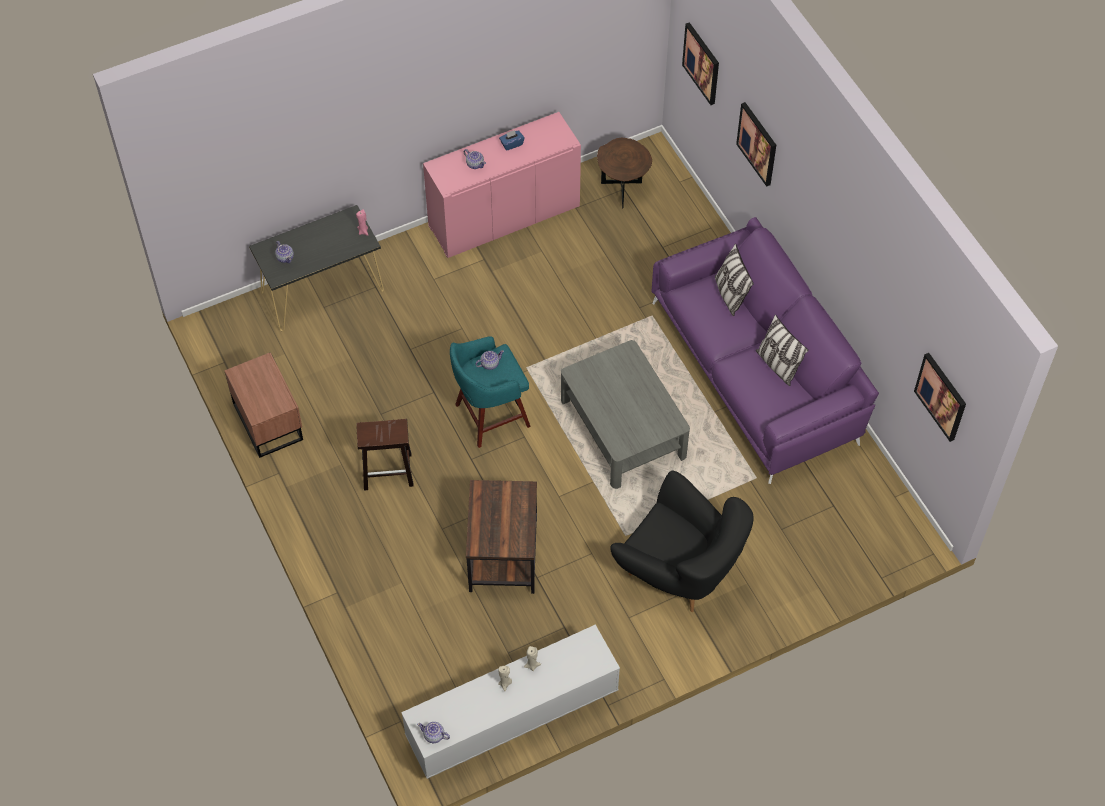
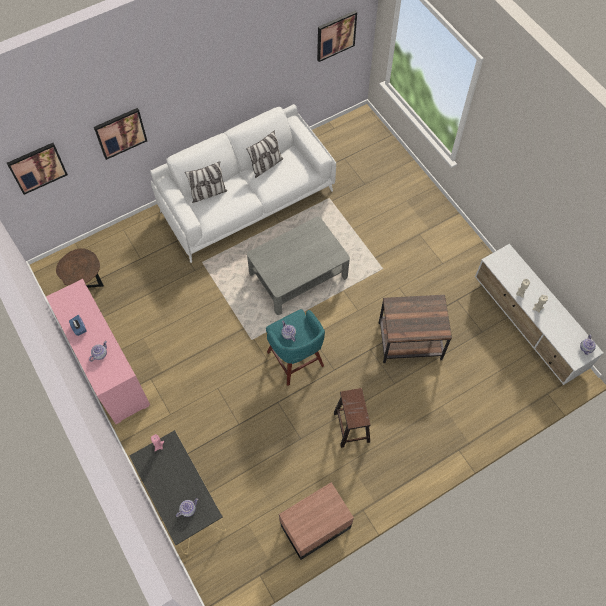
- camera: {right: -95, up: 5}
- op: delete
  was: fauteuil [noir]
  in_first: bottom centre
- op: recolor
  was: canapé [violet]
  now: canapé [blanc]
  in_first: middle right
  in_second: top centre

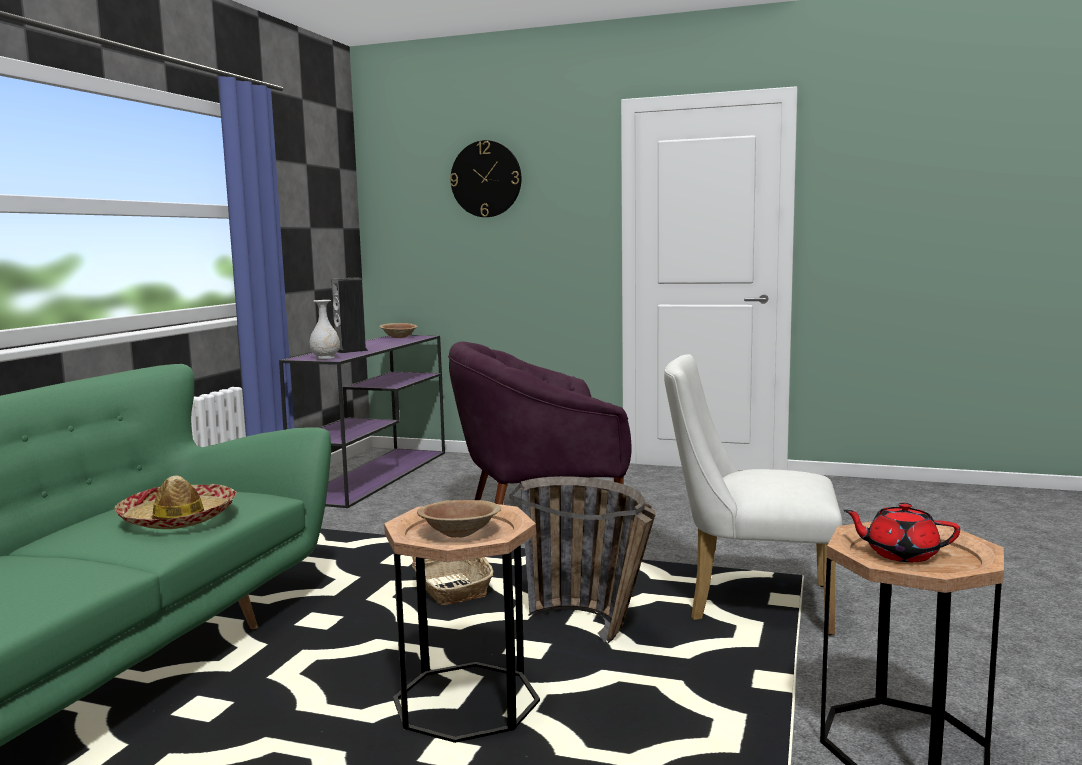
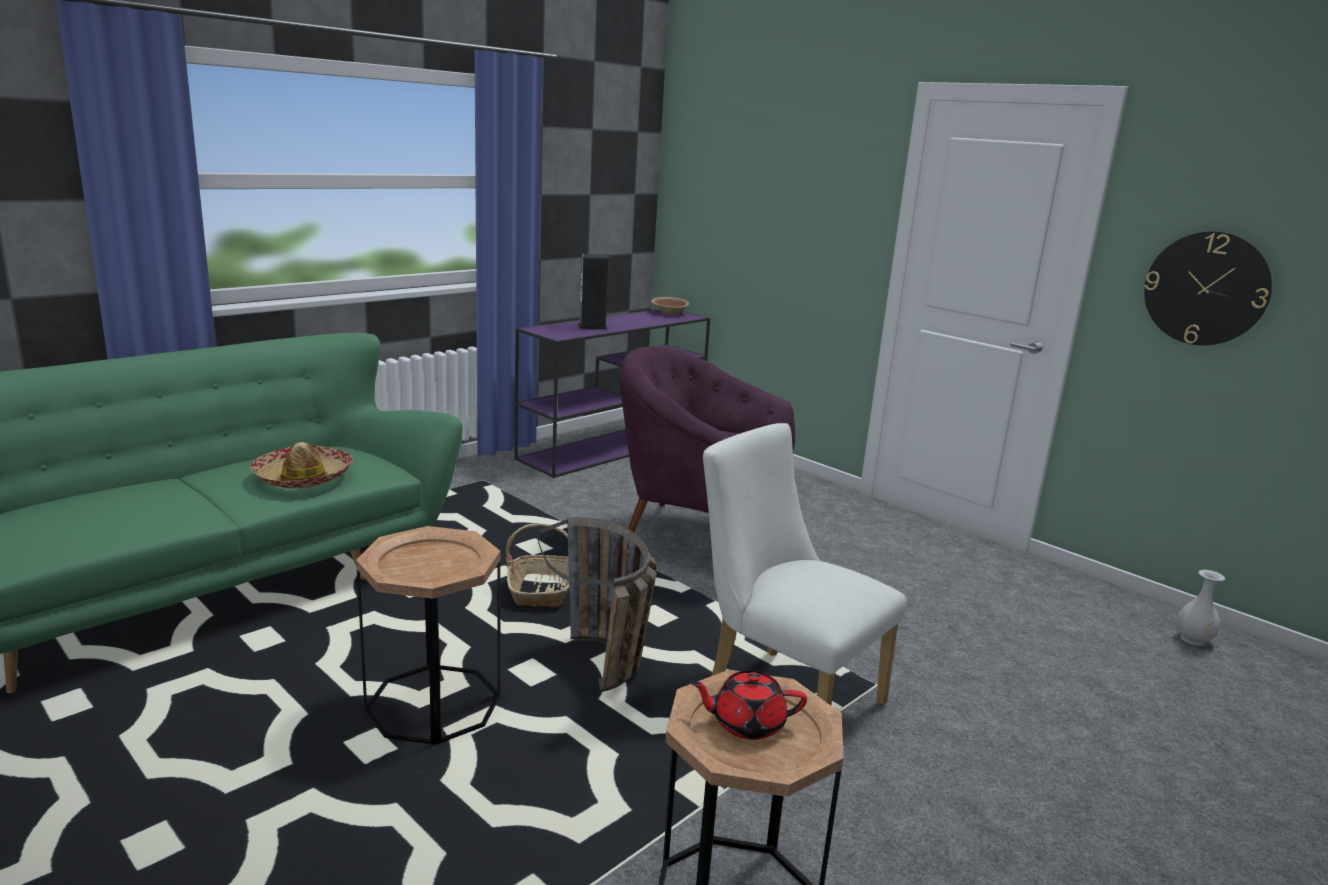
- camera: {right: 25, up: 10}
- op: move
  was: vase [blanc]
  in_first: middle left
  in_second: bottom right
- op: delete
  was: bol [marron] (2nd from left)
  in_first: bottom centre
- op: move
  was: horloge murale
  in_first: top centre
  in_second: top right
- op: rotate
  was: théière [rouge]
  in_first: bottom right
  in_second: bottom centre
  clockwise: -45

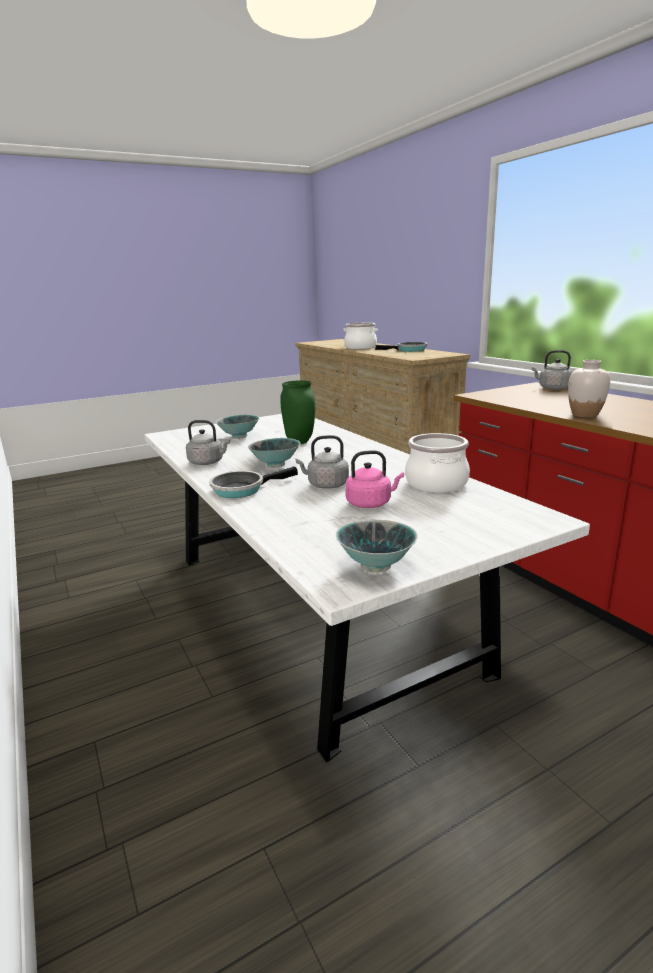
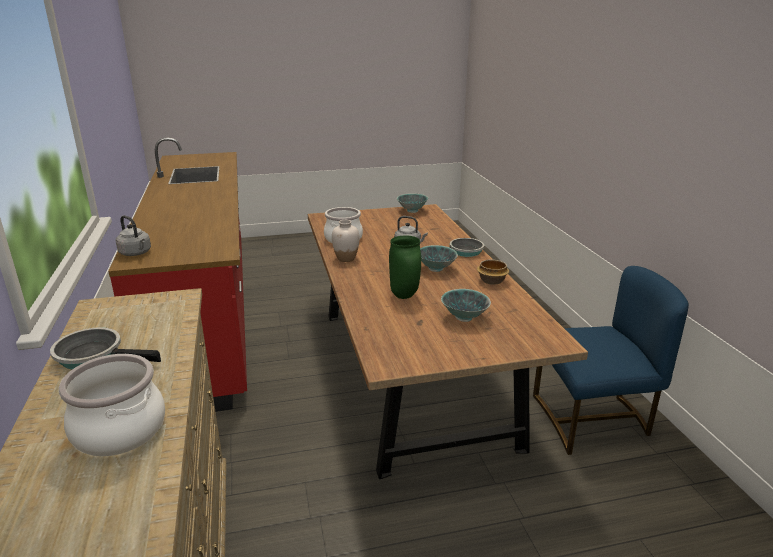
- camera: {right: -165, up: 5}
- op: recolor
  was: table à manger [blanc]
  now: table à manger [marron]
  in_first: centre
  in_second: centre
- op: replace
  was: bouilloire [gris] (1st from left)
  now: bol (4th from left)
  in_first: middle left
  in_second: centre
- op: delete
  was: bouilloire [rose]
  in_first: centre
- op: move
  was: vase [blanc]
  in_first: middle right
  in_second: centre
- op: insert
  now: chaise [bleu]
  in_second: middle right

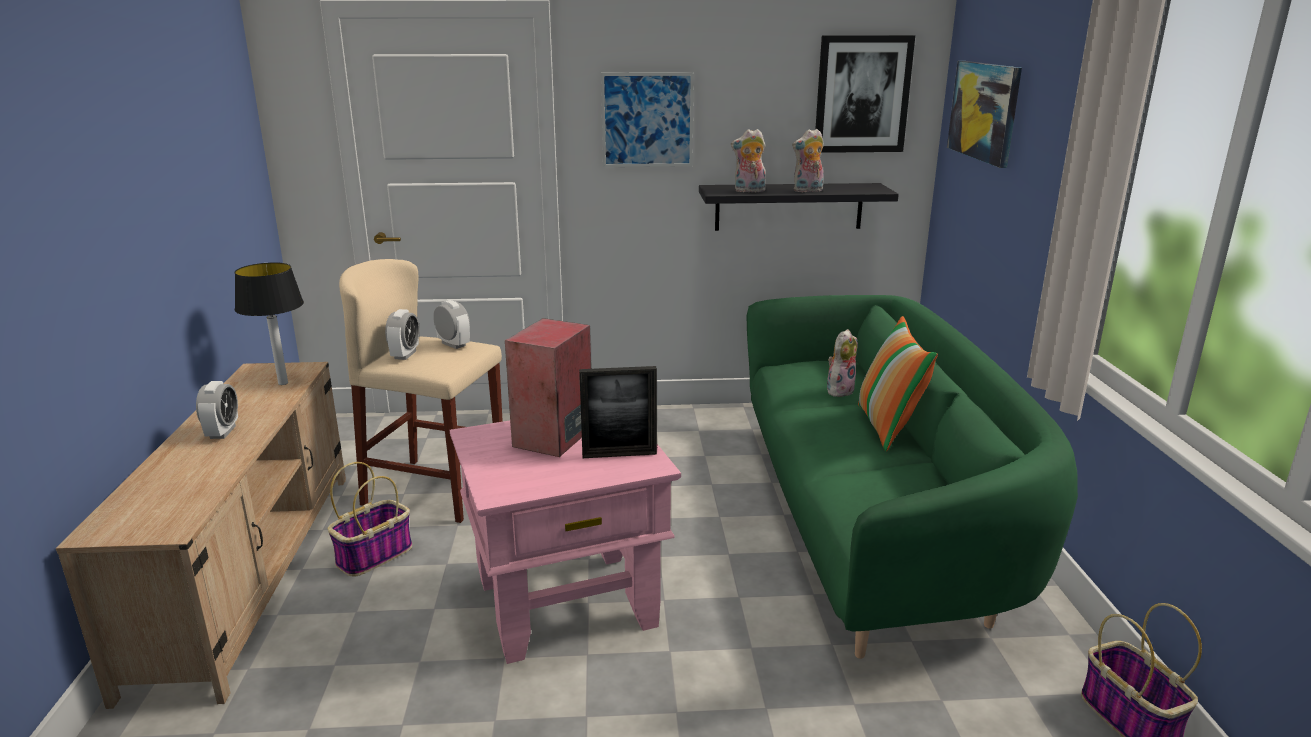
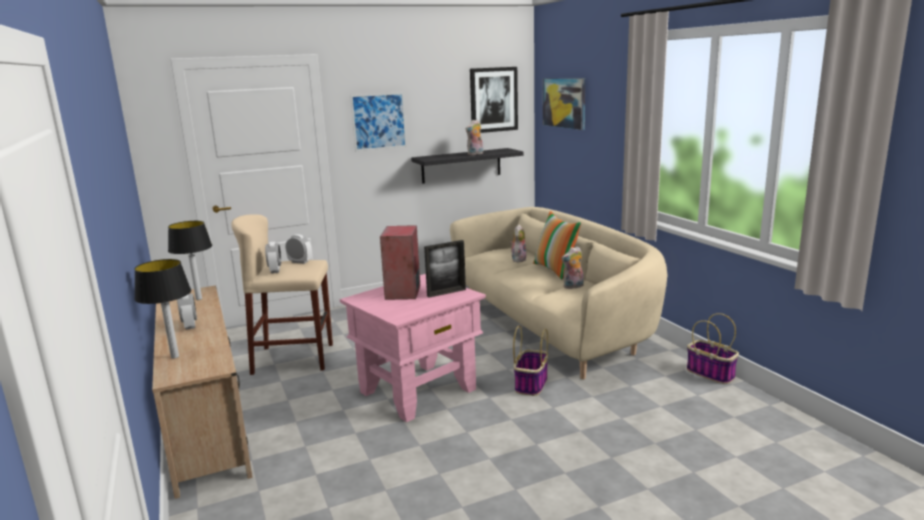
- camera: {right: -20, up: -5}
- op: move
  was: panier (1st from left)
  in_first: bottom left
  in_second: bottom centre
- op: move
  was: peluche (1st from left in the first image)
  now: peluche (3rd from left)
  in_first: top centre
  in_second: centre
- op: recolor
  was: canapé [vert]
  now: canapé [beige]
  in_first: middle right
  in_second: centre
- op: insert
  now: lampe de table (1st from left)
  in_second: middle left

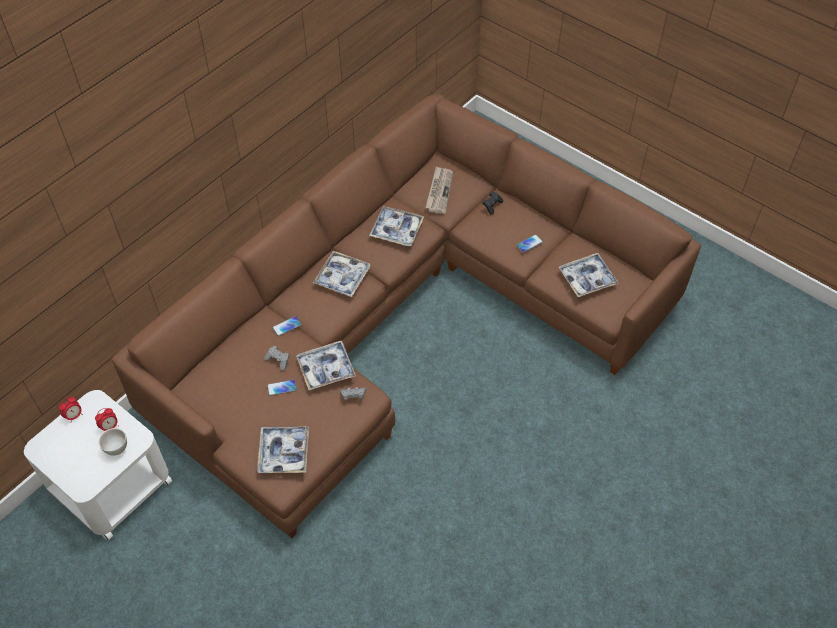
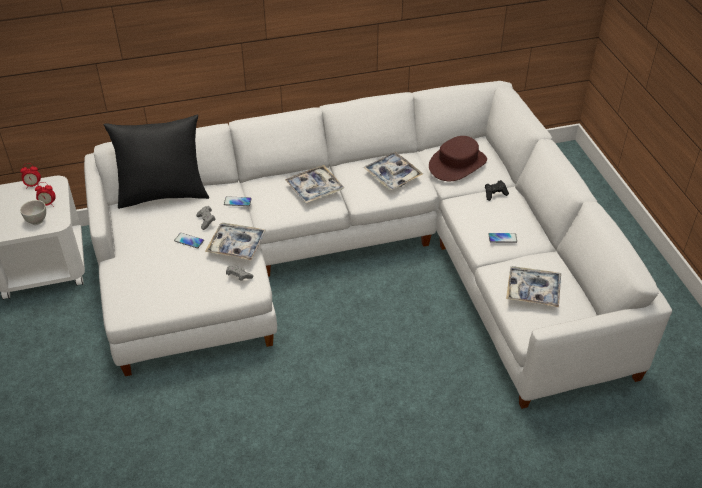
- camera: {right: 35, up: -10}
- op: recolor
  was: canapé [marron]
  now: canapé [blanc]
  in_first: centre
  in_second: centre
- op: delete
  was: plateau (1st from left)
  in_first: bottom centre
- op: replace
  was: journal
  now: chapeau [marron]
  in_first: top centre
  in_second: top centre
- op: insert
  now: coussin [noir]
  in_second: top left

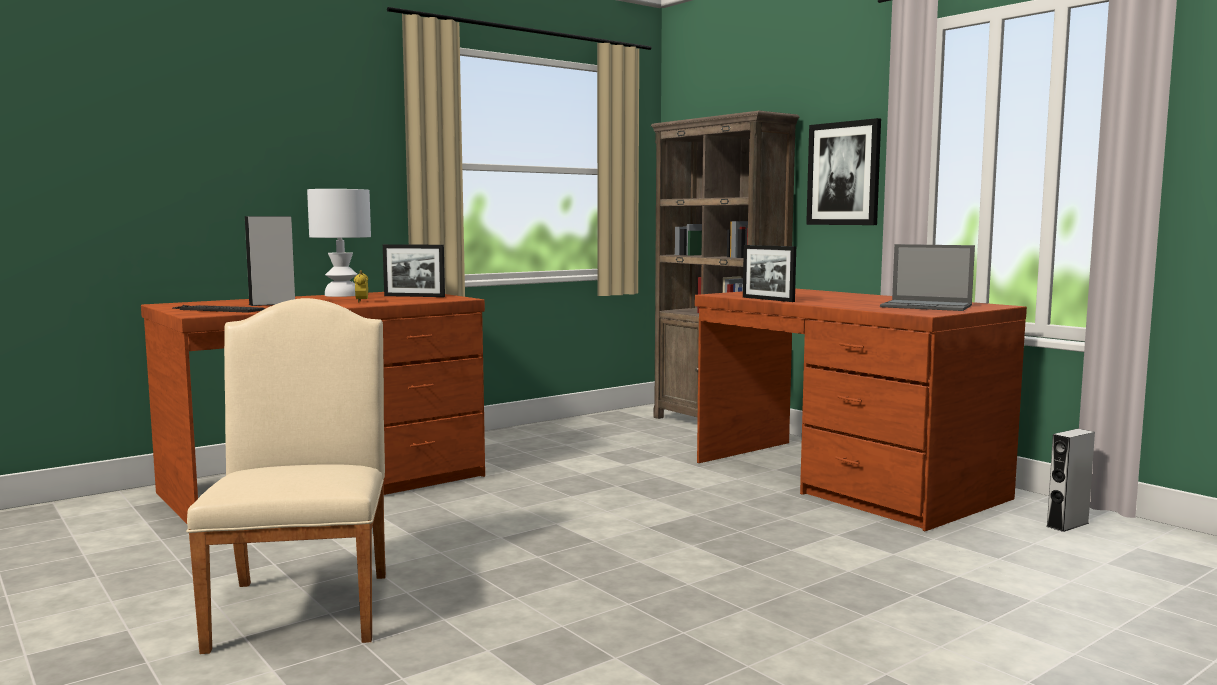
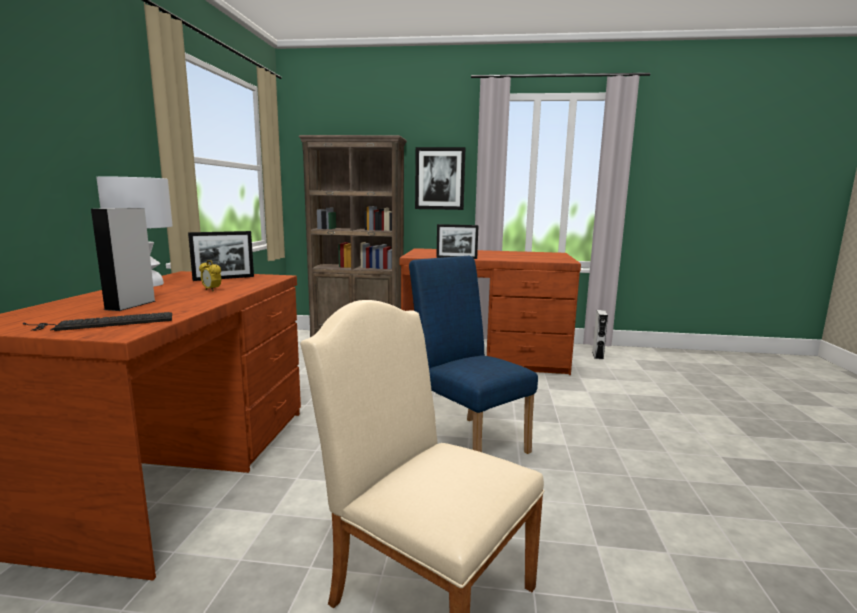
- camera: {right: -45, up: 5}
- op: delete
  was: ordinateur portable
  in_first: middle right
- op: insert
  now: chaise [bleu]
  in_second: centre

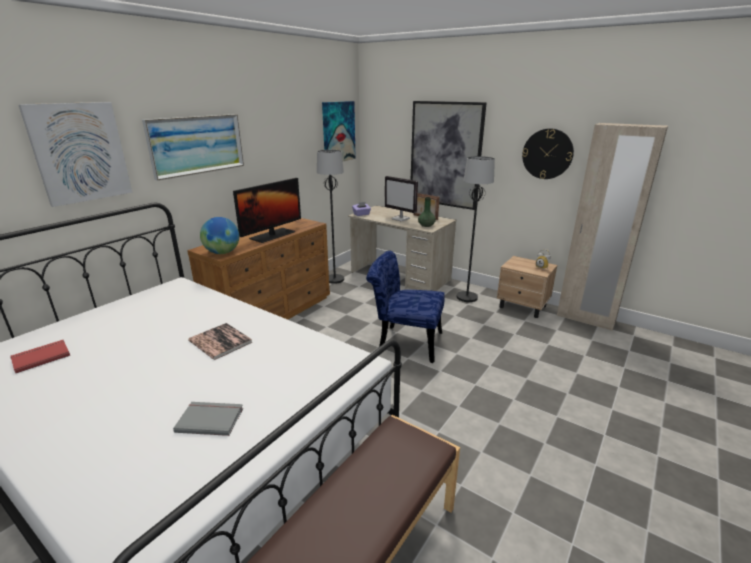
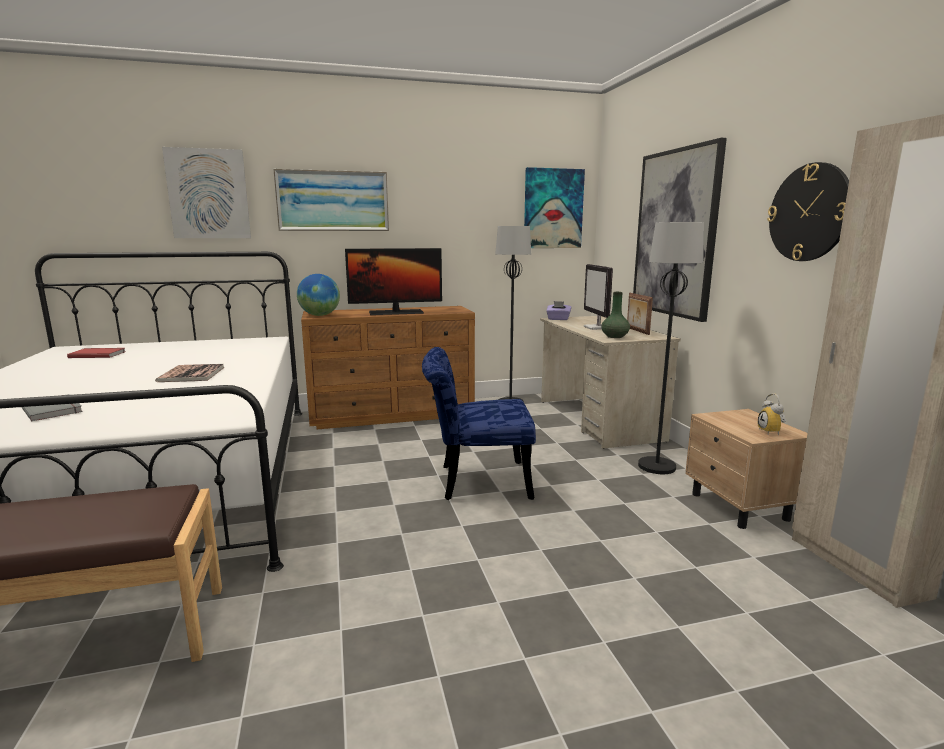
- camera: {right: 40, up: -10}
- op: rotate
  was: chaise [bleu]
  in_first: centre
  in_second: centre
  clockwise: -60

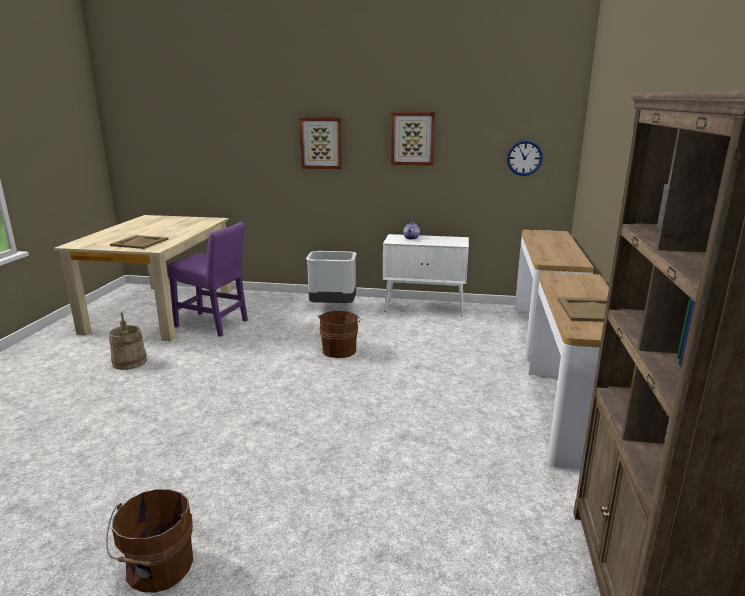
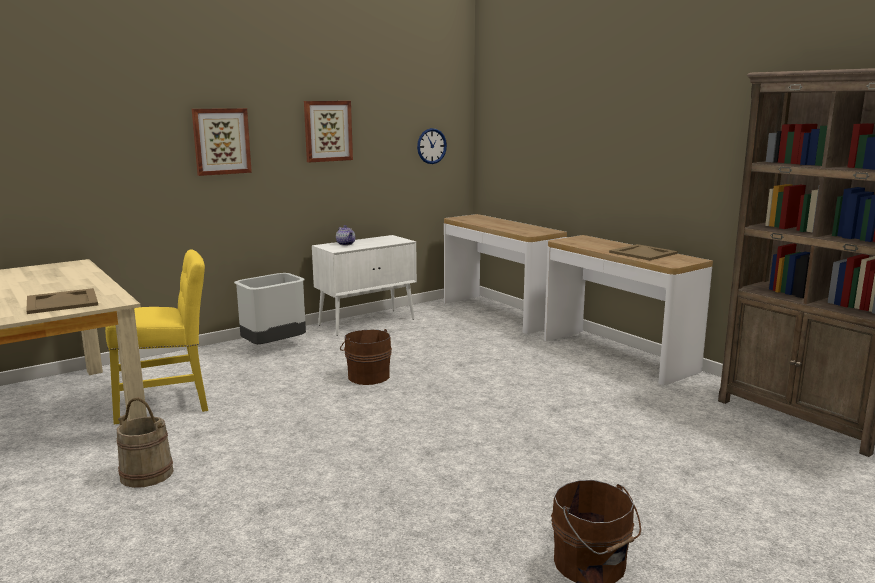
- camera: {right: -45, up: -5}
- op: recolor
  was: chaise [violet]
  now: chaise [jaune]
  in_first: middle left
  in_second: middle left

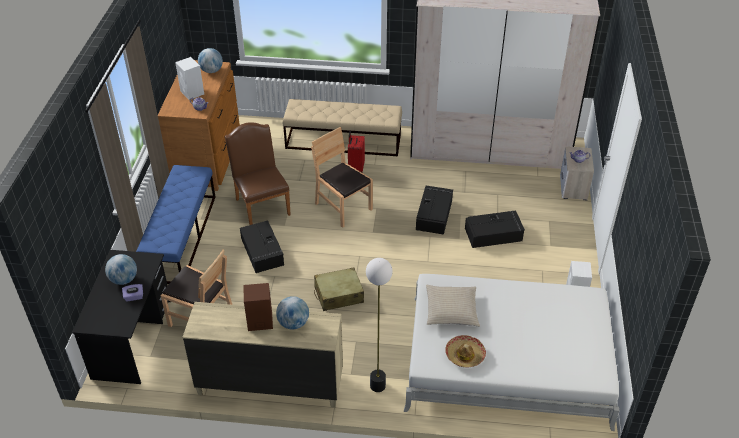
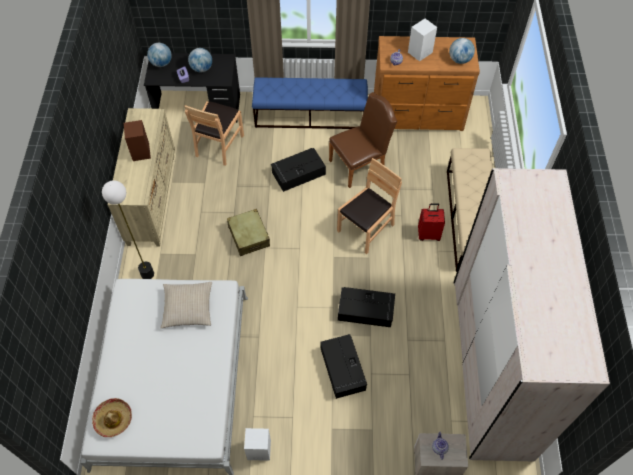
- camera: {right: 85, up: 15}
- op: move
  was: globe (3rd from left in the first image)
  now: globe (1st from left)
  in_first: bottom centre
  in_second: top left
- op: move
  was: chapeau
  in_first: bottom centre
  in_second: bottom left

